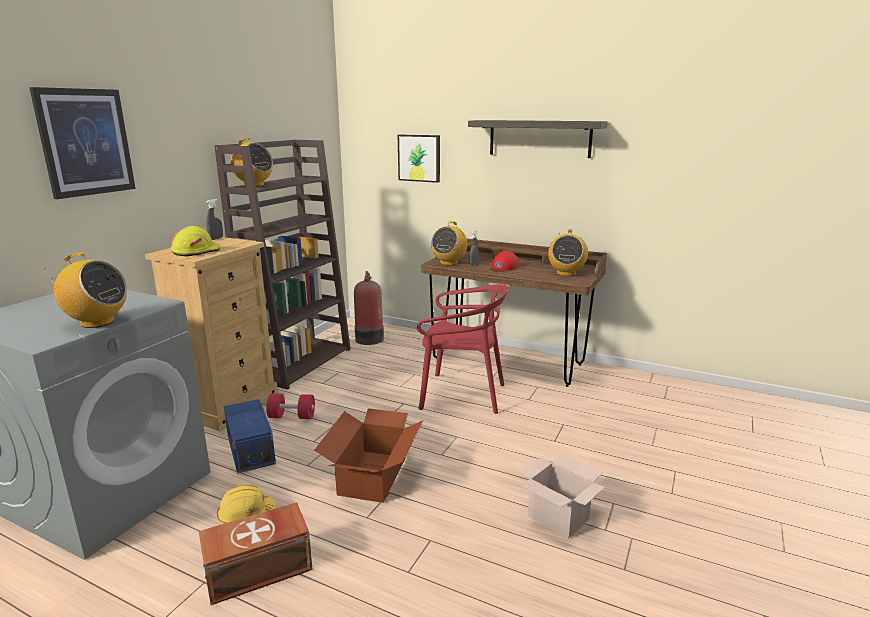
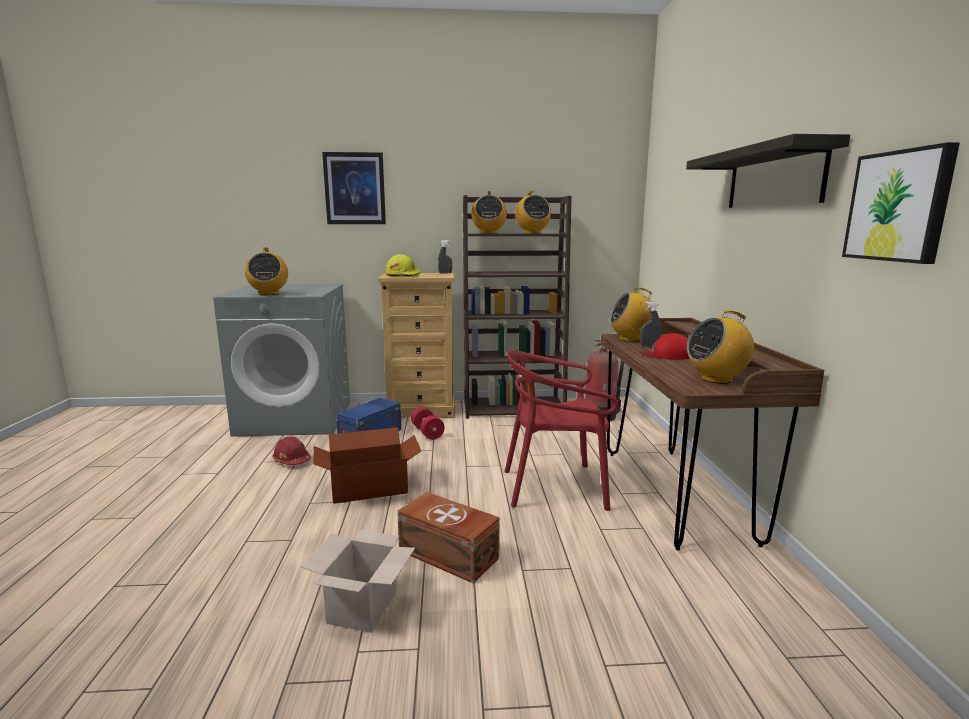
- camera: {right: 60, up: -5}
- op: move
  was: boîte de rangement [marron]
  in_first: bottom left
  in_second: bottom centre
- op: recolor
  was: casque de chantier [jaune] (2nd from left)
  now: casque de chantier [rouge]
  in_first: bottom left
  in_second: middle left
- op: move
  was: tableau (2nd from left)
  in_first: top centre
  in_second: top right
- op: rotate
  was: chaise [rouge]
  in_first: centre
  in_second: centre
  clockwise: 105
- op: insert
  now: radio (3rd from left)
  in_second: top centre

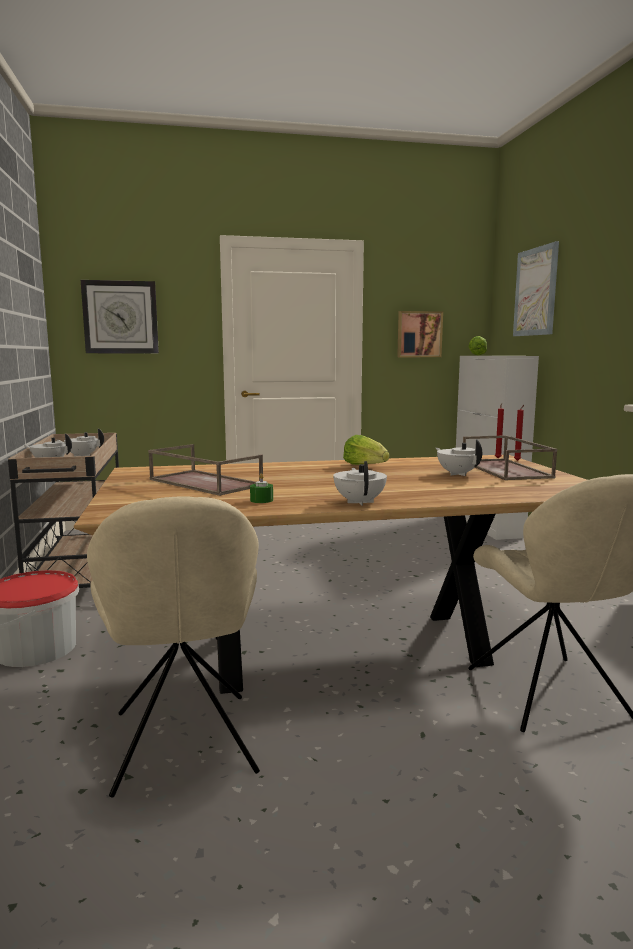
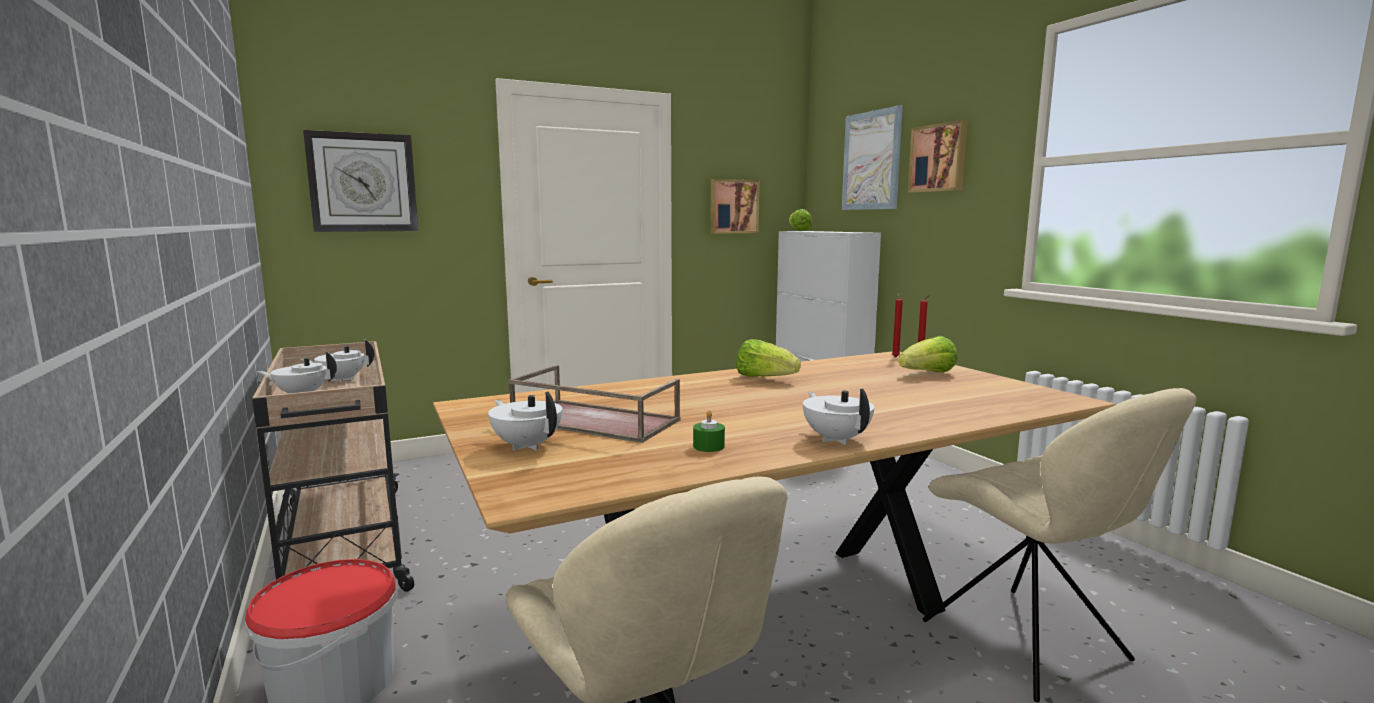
- camera: {right: -15, up: 0}
- op: move
  was: théière [blanc] (4th from left in the first image)
  now: théière [blanc] (3rd from left)
  in_first: middle right
  in_second: centre
- op: replace
  was: plateau [marron] (2nd from left)
  now: laitue (3rd from left)
  in_first: middle right
  in_second: middle right
- op: insert
  now: tableau (3rd from left)
  in_second: top right

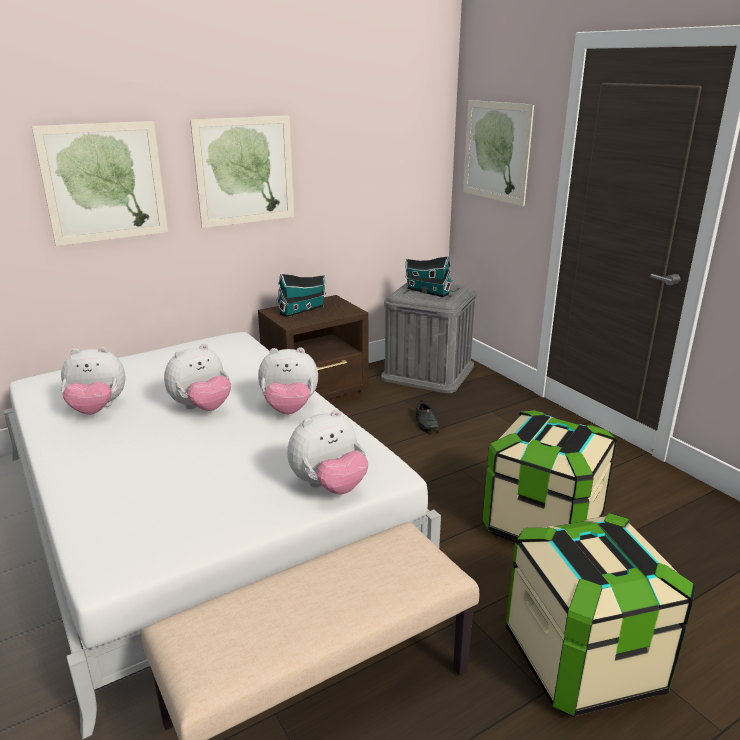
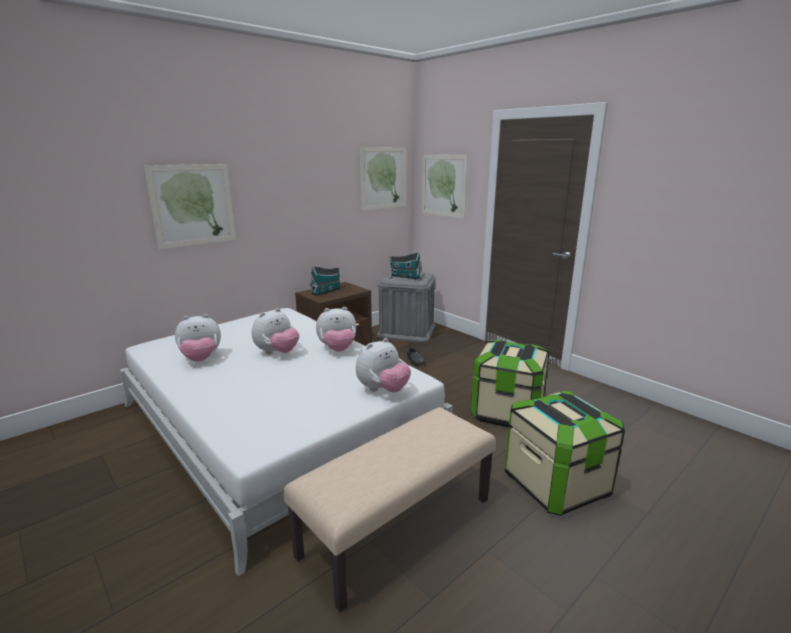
- camera: {right: -10, up: -5}
- op: move
  was: tableau (2nd from left)
  in_first: top left
  in_second: top centre

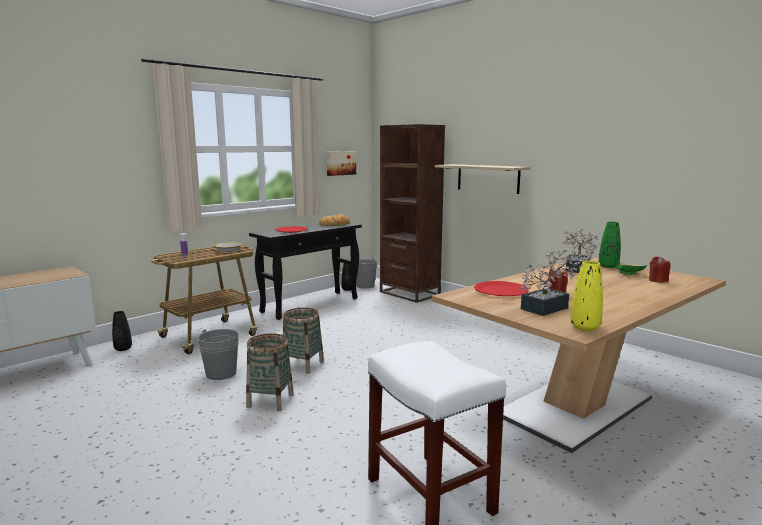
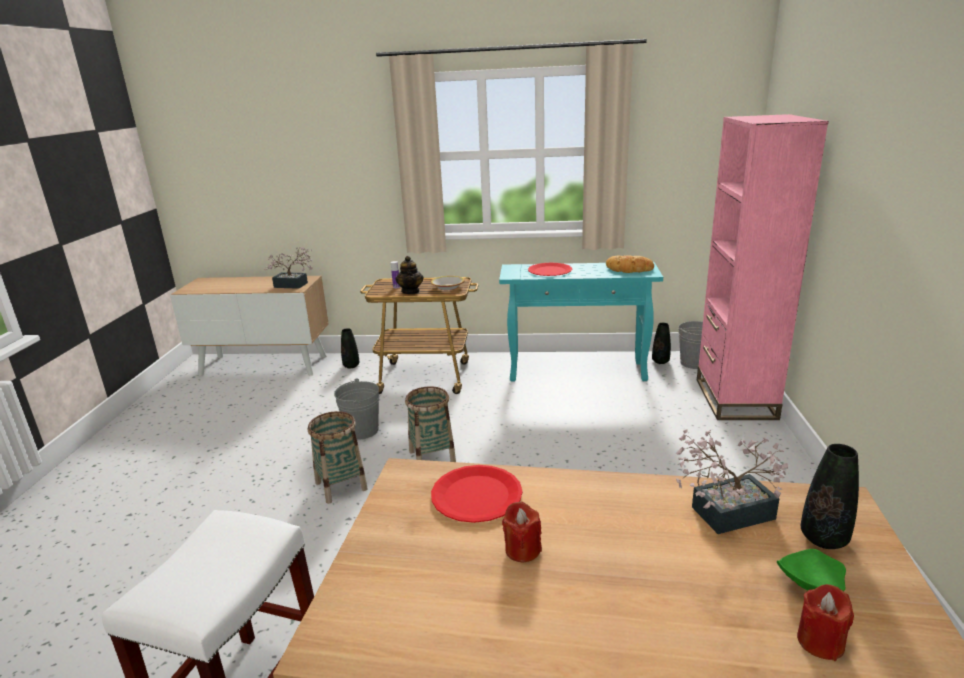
- camera: {right: 50, up: 10}
- op: recolor
  was: table console [noir]
  now: table console [turquoise]
  in_first: centre
  in_second: centre
- op: delete
  was: tableau
  in_first: top centre
- op: recolor
  was: bibliothèque [marron]
  now: bibliothèque [rose]
  in_first: centre
  in_second: middle right
- op: delete
  was: étagère
  in_first: centre
- op: move
  was: plante en pot (1st from left)
  in_first: middle right
  in_second: middle left
- op: delete
  was: vase [jaune]
  in_first: middle right
- op: recolor
  was: vase [vert]
  now: vase [noir] (3rd from left)
  in_first: middle right
  in_second: bottom right
- op: insert
  now: théière
  in_second: centre

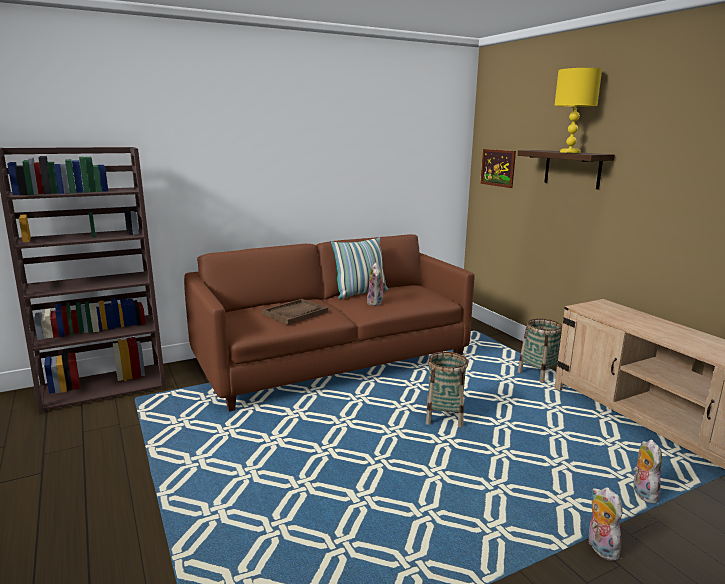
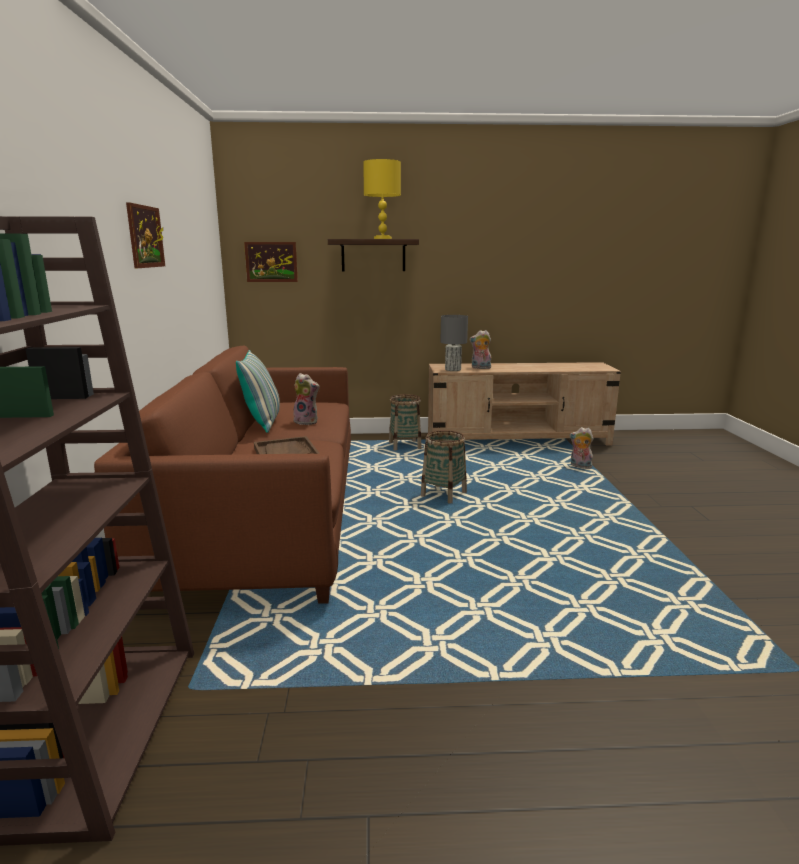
- camera: {right: -65, up: 0}
- op: move
  was: peluche (2nd from left)
  in_first: bottom right
  in_second: centre
- op: insert
  now: tableau (1st from left)
  in_second: top left
- op: insert
  now: lampe de table [gris]
  in_second: centre

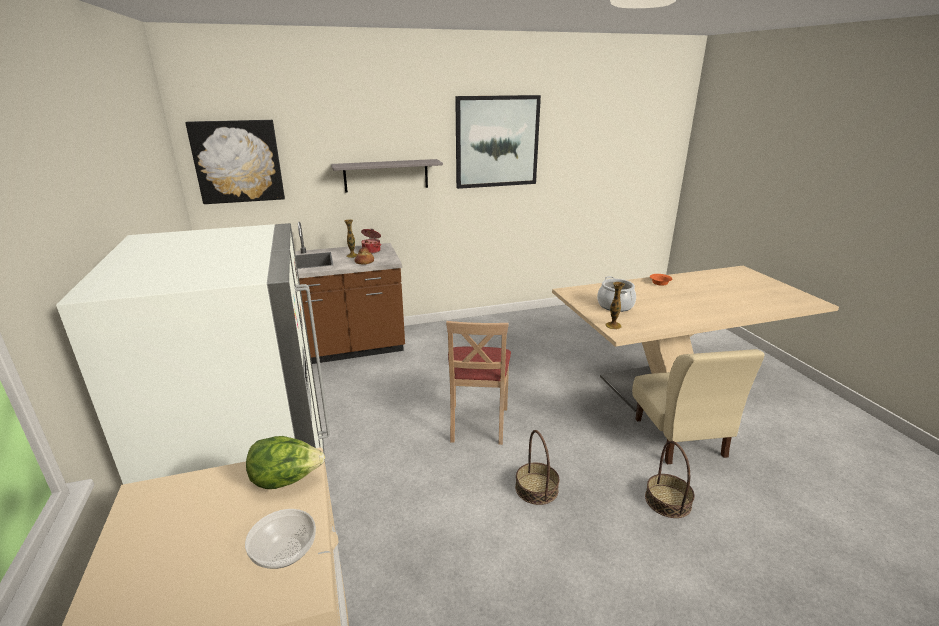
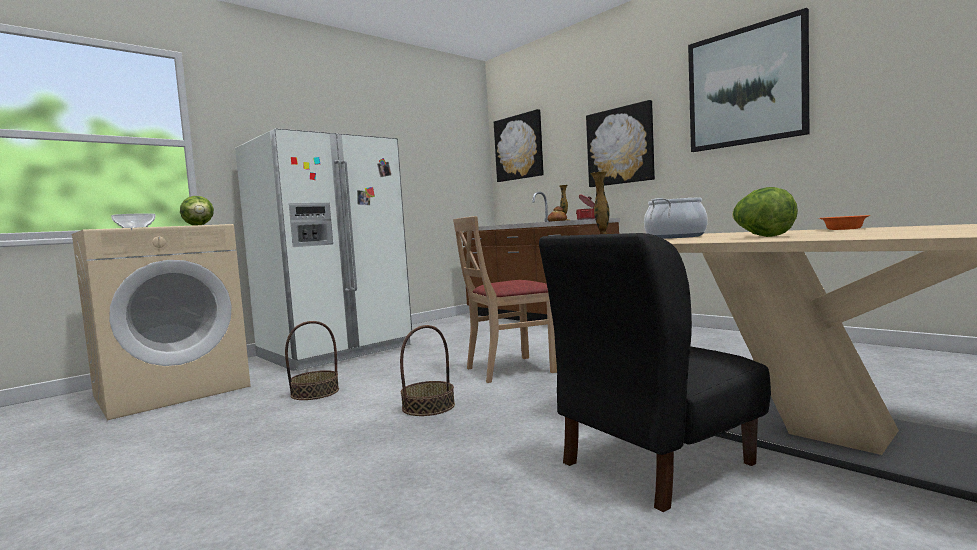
- camera: {right: 65, up: -20}
- op: replace
  was: étagère [gris]
  now: tableau (2nd from left)
  in_first: top centre
  in_second: top centre
- op: recolor
  was: chaise [beige] (2nd from left)
  now: chaise [noir]
  in_first: middle right
  in_second: bottom right
- op: move
  was: panier (2nd from left in the first image)
  now: panier (1st from left)
  in_first: bottom right
  in_second: middle left
- op: insert
  now: laitue (2nd from left)
  in_second: middle right

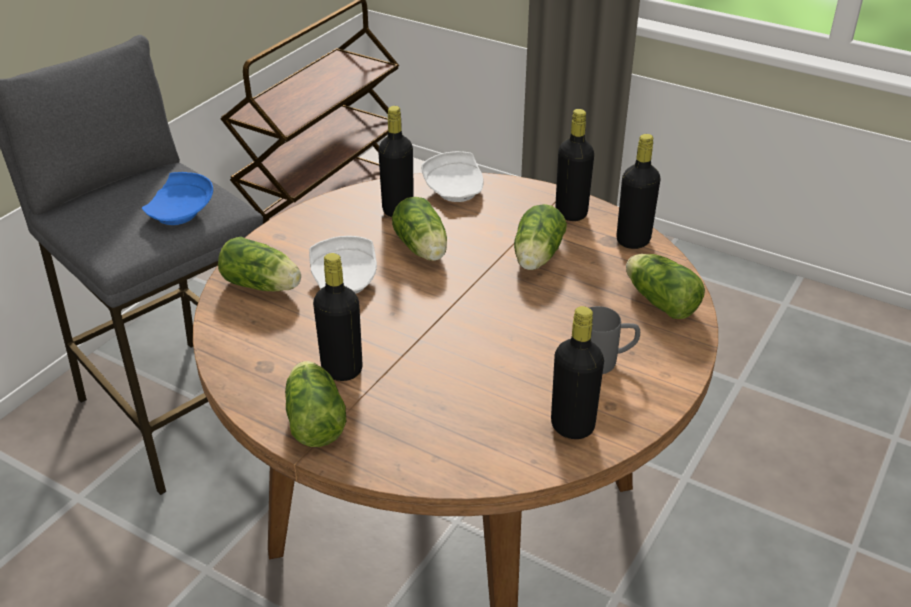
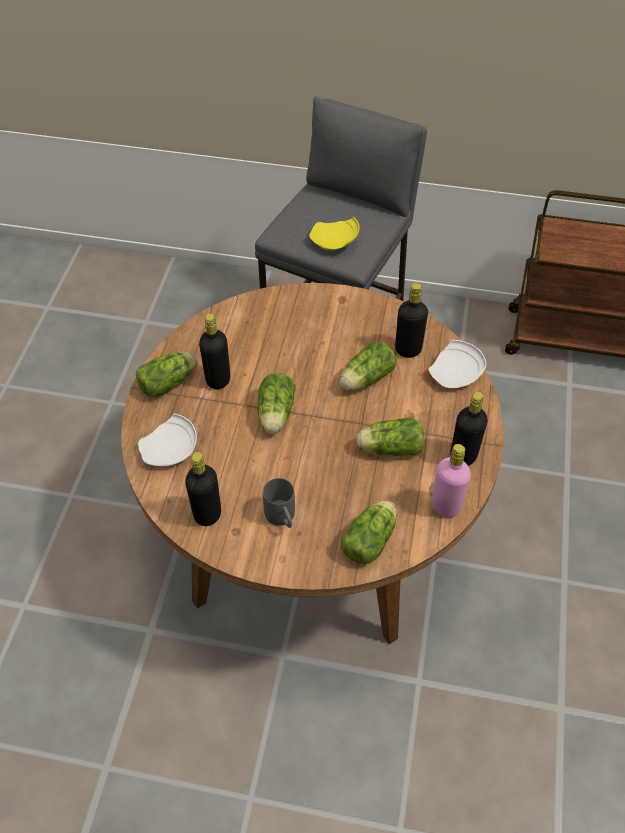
- camera: {right: 70, up: 15}
- op: recolor
  was: assiette [bleu]
  now: assiette [jaune]
  in_first: top left
  in_second: top centre
- op: move
  was: laitue (1st from left in the first image)
  now: laitue (2nd from left)
  in_first: middle left
  in_second: centre
- op: move
  was: assiette [blanc] (1st from left)
  in_first: centre
  in_second: middle left
- op: recolor
  was: bouteille [noir] (5th from left)
  now: bouteille [rose]
  in_first: top right
  in_second: middle right

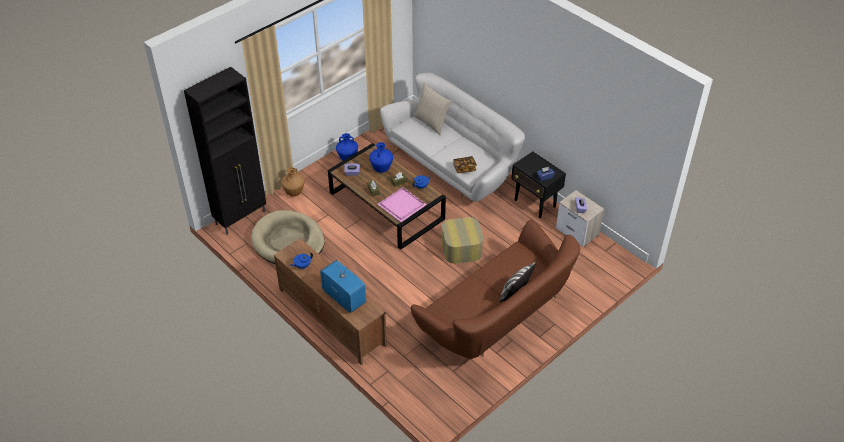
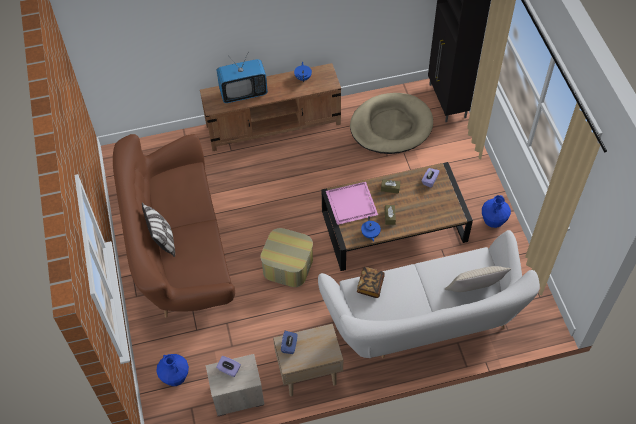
- camera: {right: 120, up: 10}
- op: delete
  was: vase [marron]
  in_first: centre
- op: move
  was: vase [bleu] (2nd from left in the first image)
  now: vase [bleu] (1st from left)
  in_first: centre
  in_second: bottom left
- op: recolor
  was: table d'appoint [noir]
  now: table d'appoint [beige]
  in_first: centre
  in_second: bottom centre

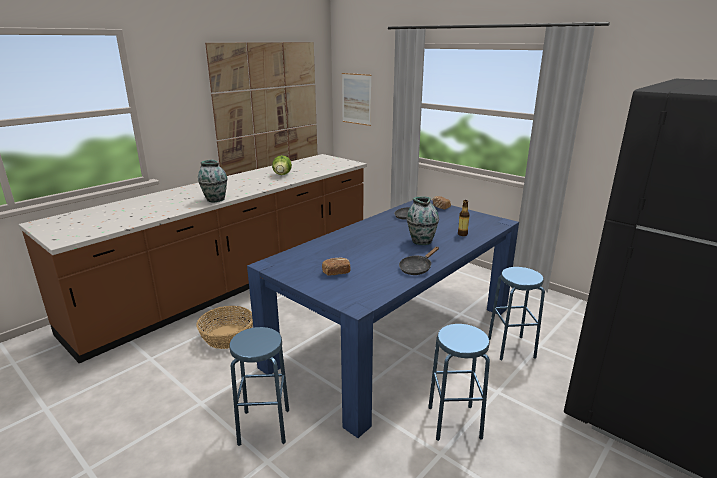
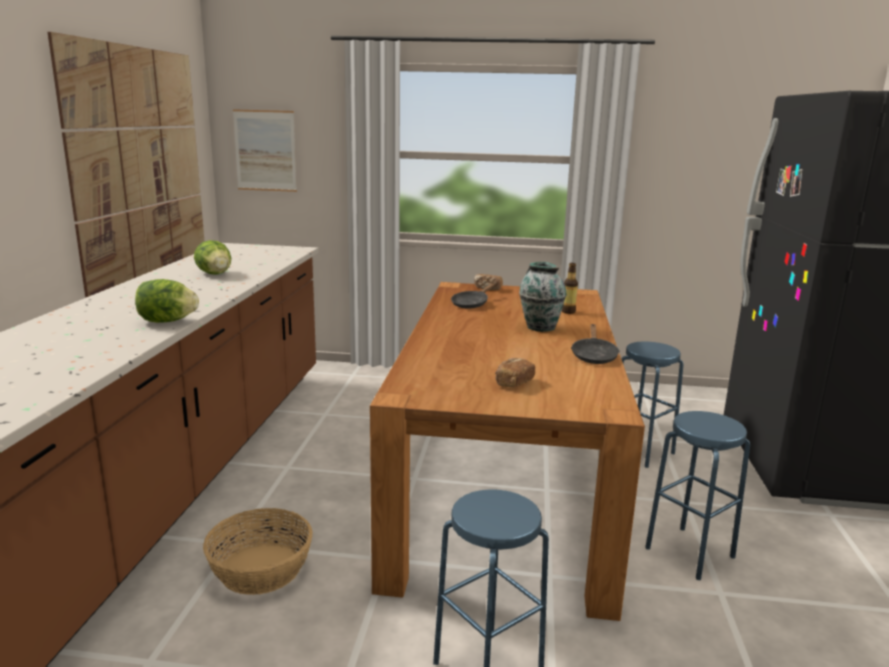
- camera: {right: -35, up: -5}
- op: replace
  was: vase (1st from left)
  now: laitue (1st from left)
  in_first: middle left
  in_second: middle left
- op: recolor
  was: table à manger [bleu]
  now: table à manger [marron]
  in_first: bottom centre
  in_second: bottom centre

